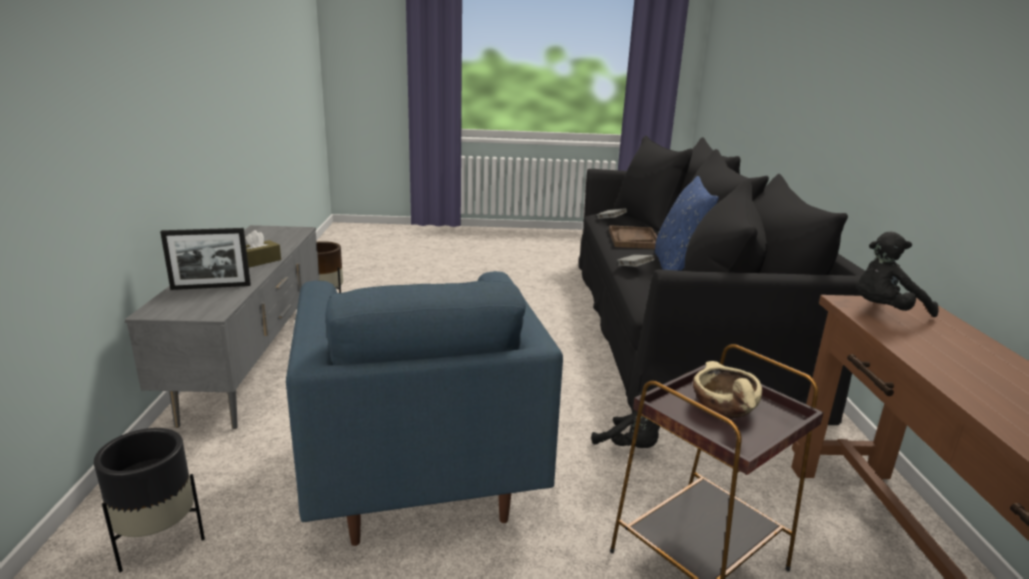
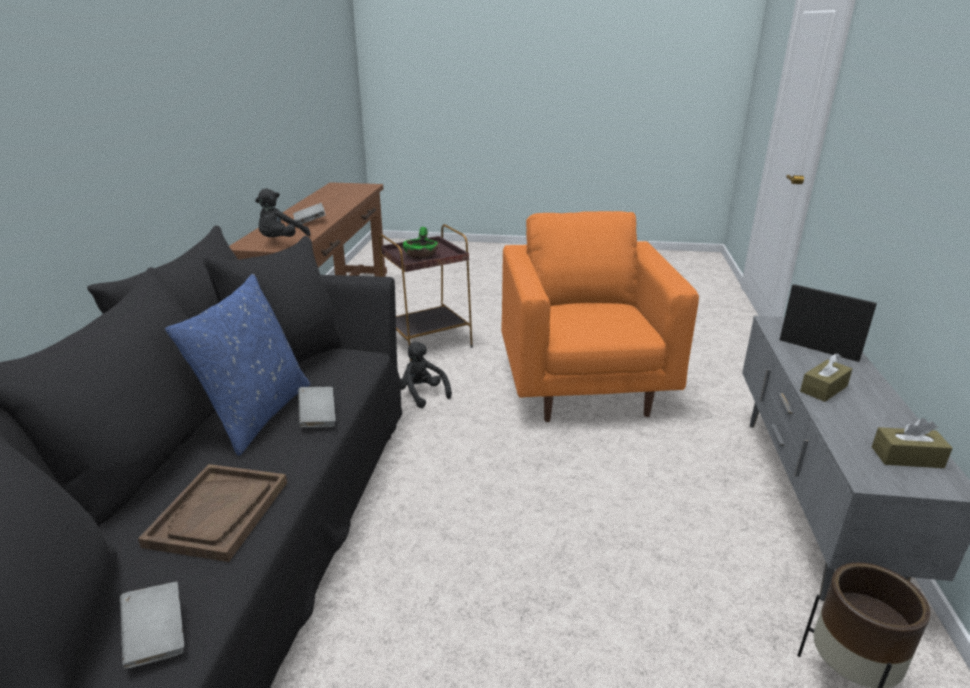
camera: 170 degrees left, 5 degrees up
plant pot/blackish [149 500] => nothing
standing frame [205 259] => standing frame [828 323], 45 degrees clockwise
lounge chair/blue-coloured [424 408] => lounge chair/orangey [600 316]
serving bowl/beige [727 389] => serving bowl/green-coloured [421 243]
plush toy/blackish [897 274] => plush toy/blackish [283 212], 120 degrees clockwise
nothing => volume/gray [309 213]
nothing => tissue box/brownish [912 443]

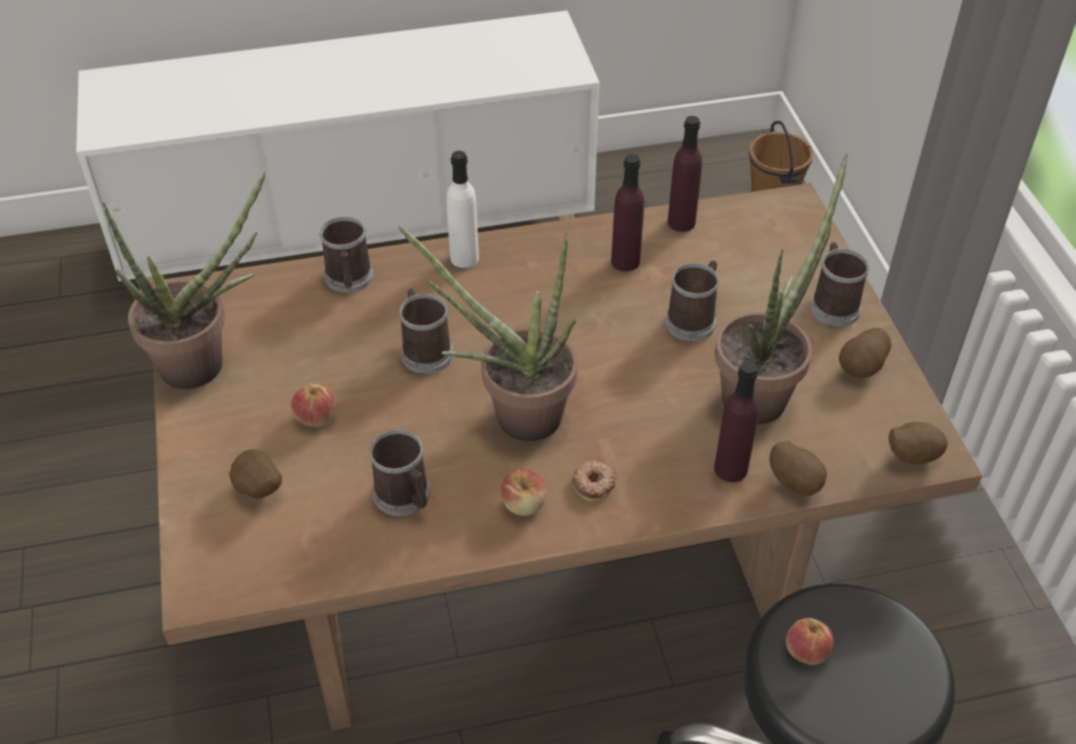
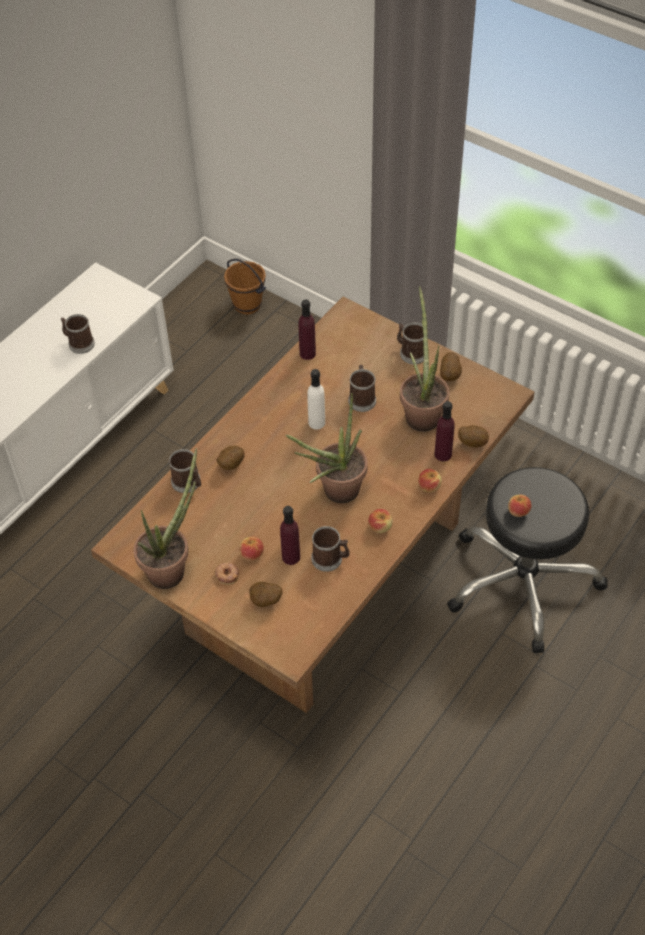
camera: 40 degrees left, 5 degrees up
coffee mug [426 331] => coffee mug [78 334], move
bottle/whitish [462 209] => bottle/whitish [316 399], move
ring doughnut [594 481] => ring doughnut [227 574], move
bottle/purplish [627 212] => bottle/purplish [290 535], move
whole potato [918 443] => whole potato [230 458], move
nothing => apple fruit [430 481]

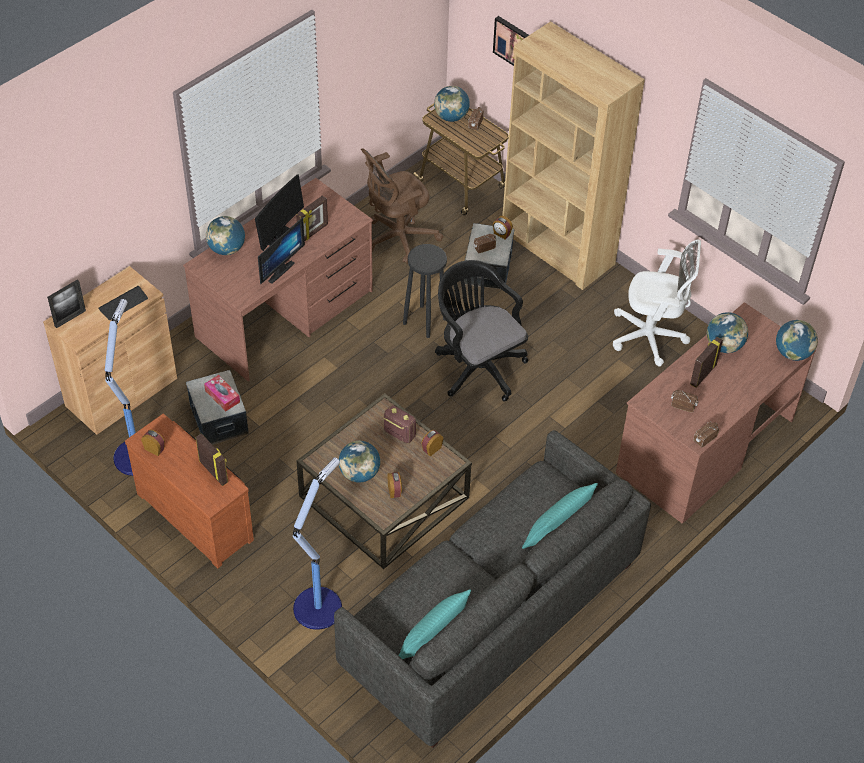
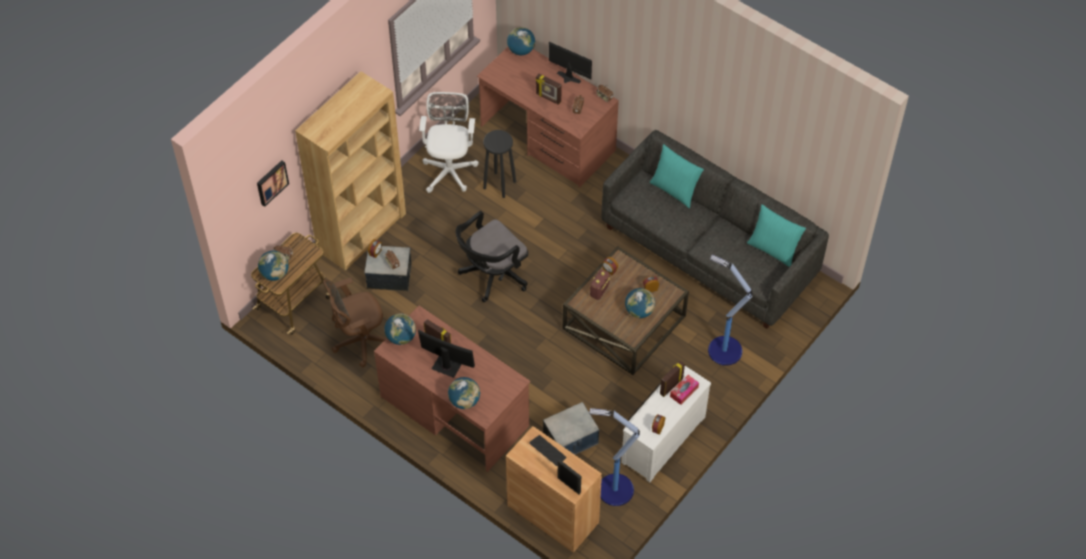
camera: 95 degrees left, 5 degrees up
drawer chest/brownish [189 491] => drawer chest/whitish [666 424]
tissue box [222 393] => tissue box [684 390], move
monitor [281 250] => monitor [570 62], move
office chair/brownish [402 206] => office chair/brownish [354 322], 105 degrees clockwise
stool/blackish [425 291] => stool/blackish [499 164], move
globe [727 332] => globe [400 329], move

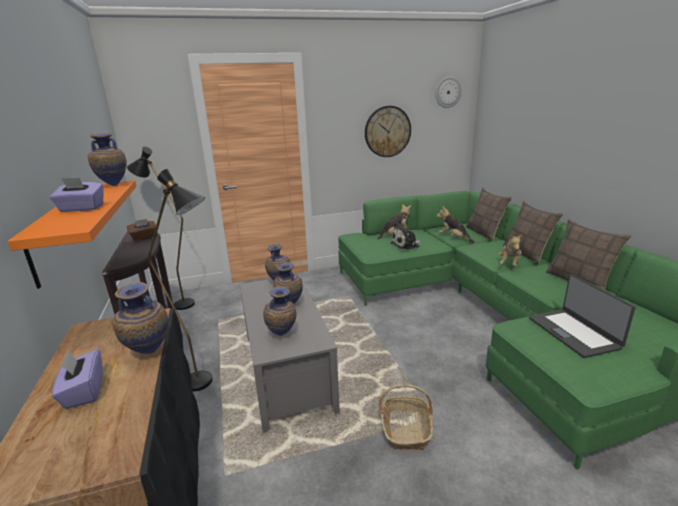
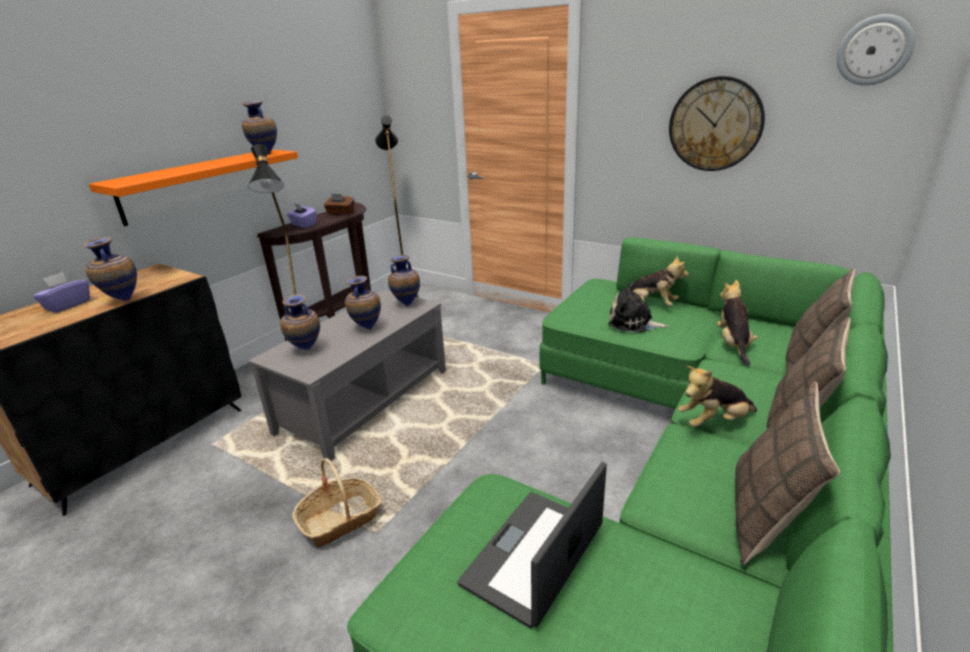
camera: 50 degrees right, 5 degrees up
tissue box/purplish [76 195] => tissue box/purplish [301 215], move

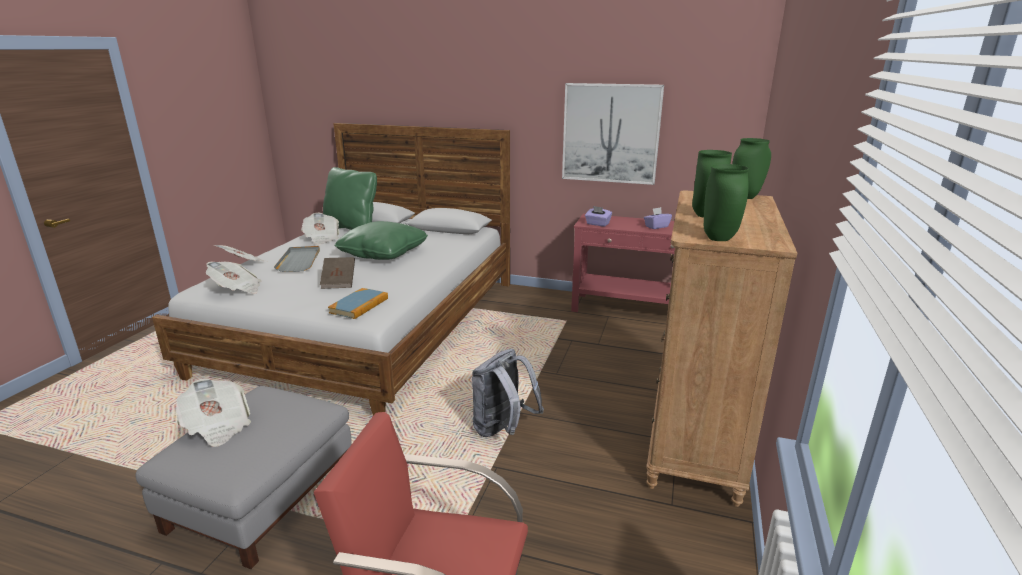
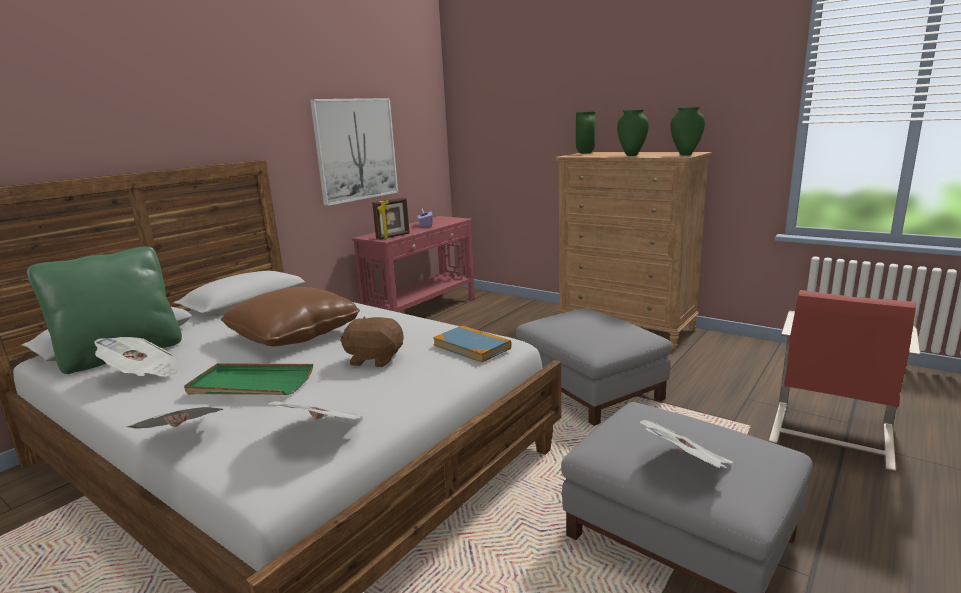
camera: 70 degrees left, 5 degrees down
tray/gray [297 259] => tray/green-coloured [248 379]
volume/brownish [337 273] => plush toy/brownish [372 341]
throw pillow/green-coloured [381 240] => throw pillow/brownish [290 316]
knapsack/gray [508 393] => footrest/gray [594 367]
tissue box/purplish [598 216] => standing frame [391 218]

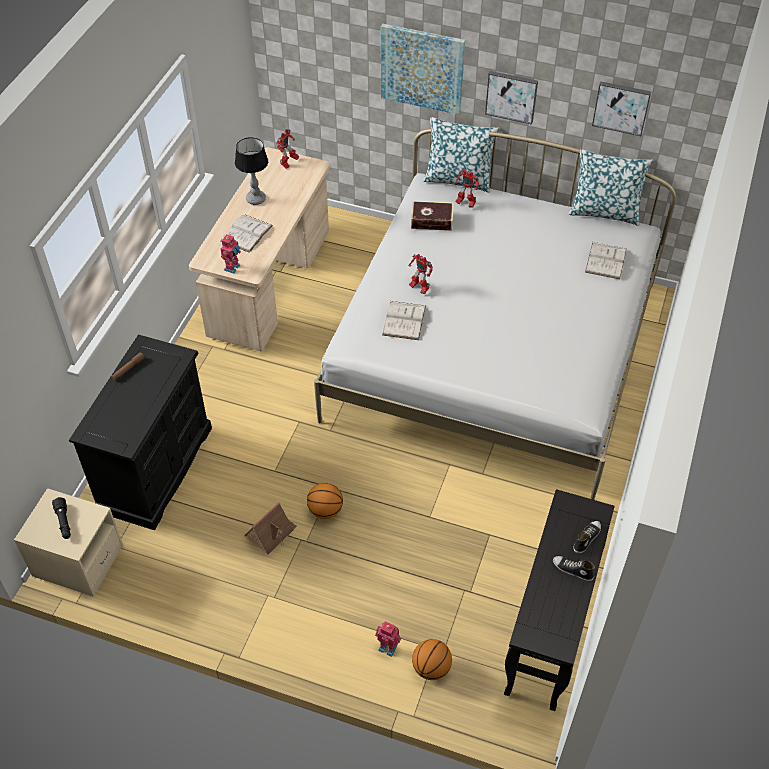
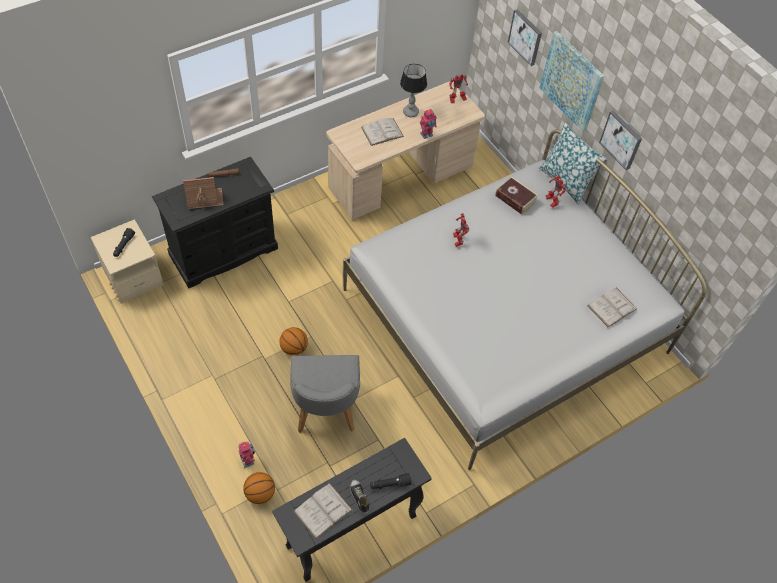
camera: 35 degrees right, 5 degrees up
toy robot [231 254] => toy robot [428 124], move
toy house [270 528] => toy house [203 193], move
volume/whitish [404 320] => volume/whitish [323 511], move
throw pillow [610 187] => nothing
low shoe [587 537] => flashlight/blackish [391 481]
wall art [621 109] => wall art [525 37], move
nothing => plain chair/gray [325 394]

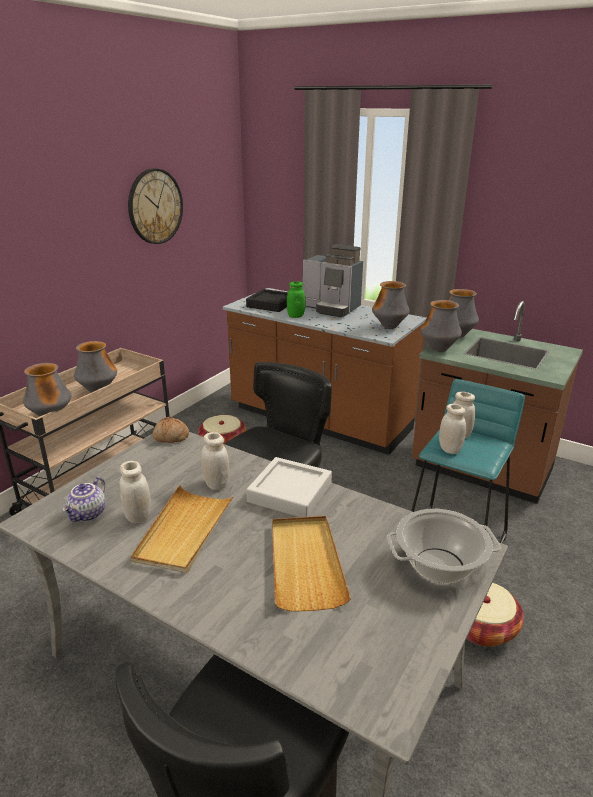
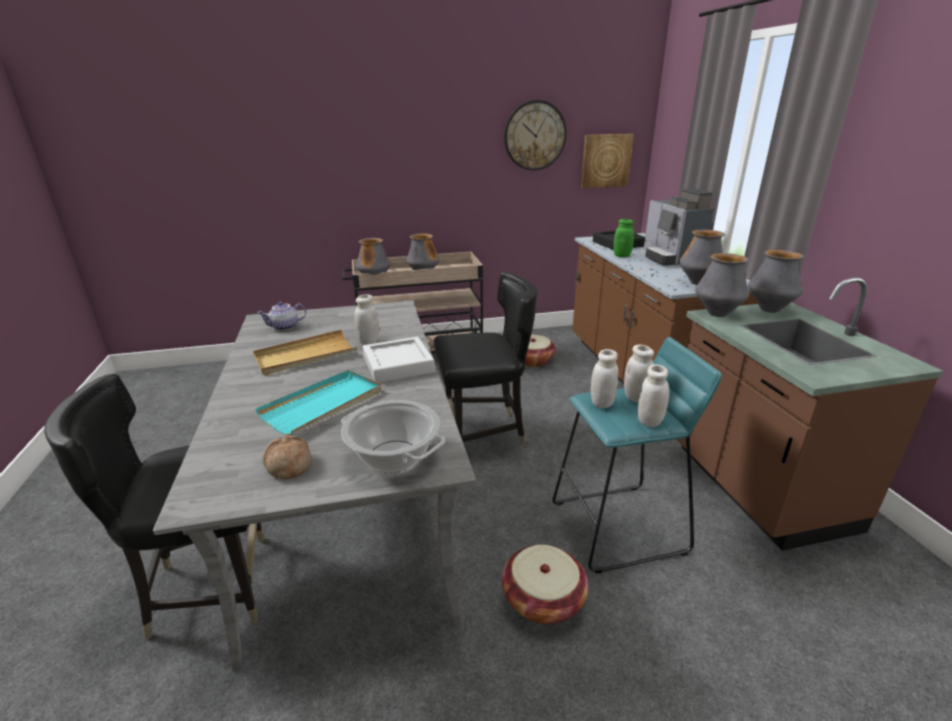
camera: 45 degrees right, 0 degrees up
storage jar/whitish [135 492] => storage jar/whitish [653 396], move
bakery bread [171 429] => bakery bread [287 457], move
tray/beige [311 564] => tray/turquoise [318 402]
nothing => wall art [607 161]

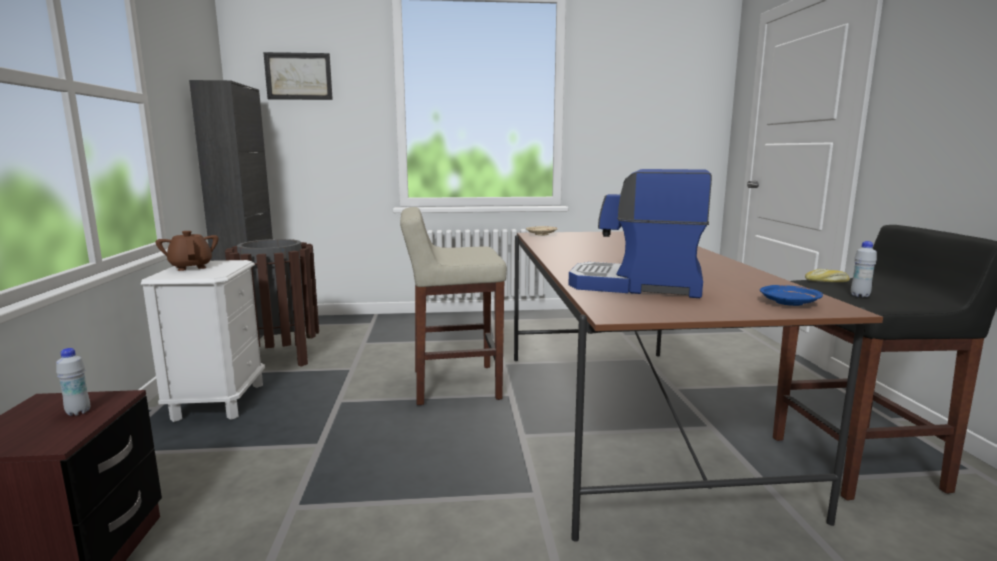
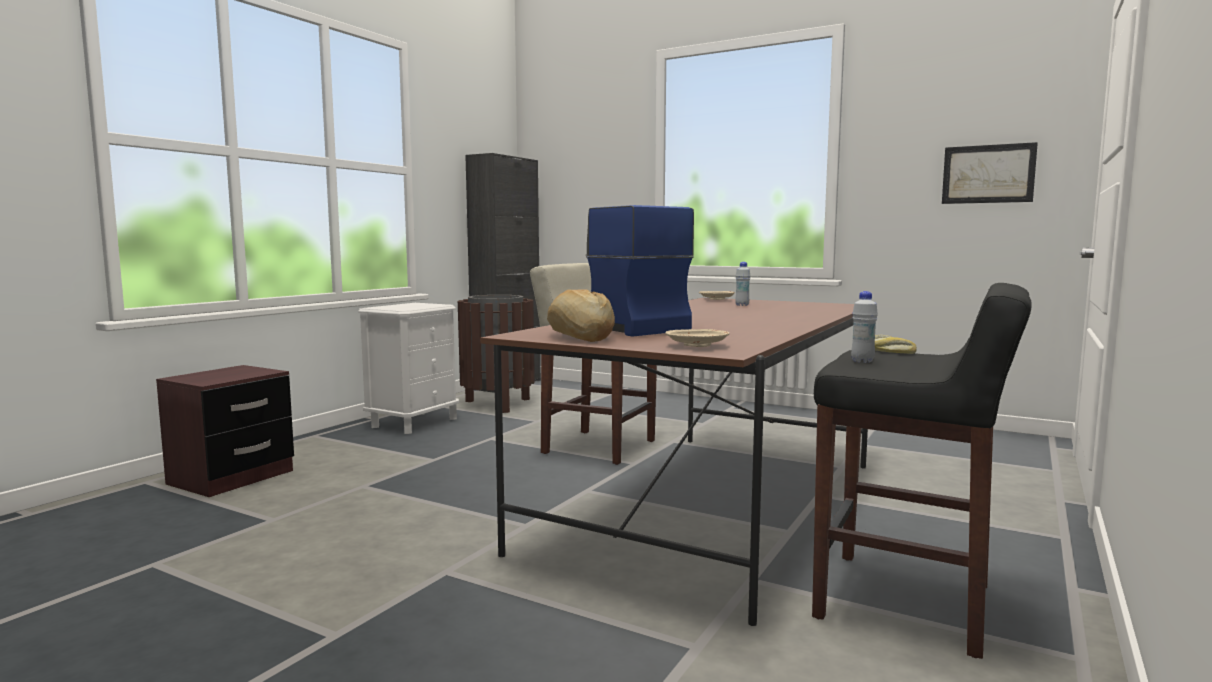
camera: 35 degrees right, 5 degrees down
bottle/whitish [73 382] => bottle/whitish [742 284], move
pot for tea/brownish [186 251] => nothing
wall art [298 76] => wall art [990 173], move
plate/blue-coloured [791 295] => plate/beige [697 338]
nothing => bakery bread [581 315]

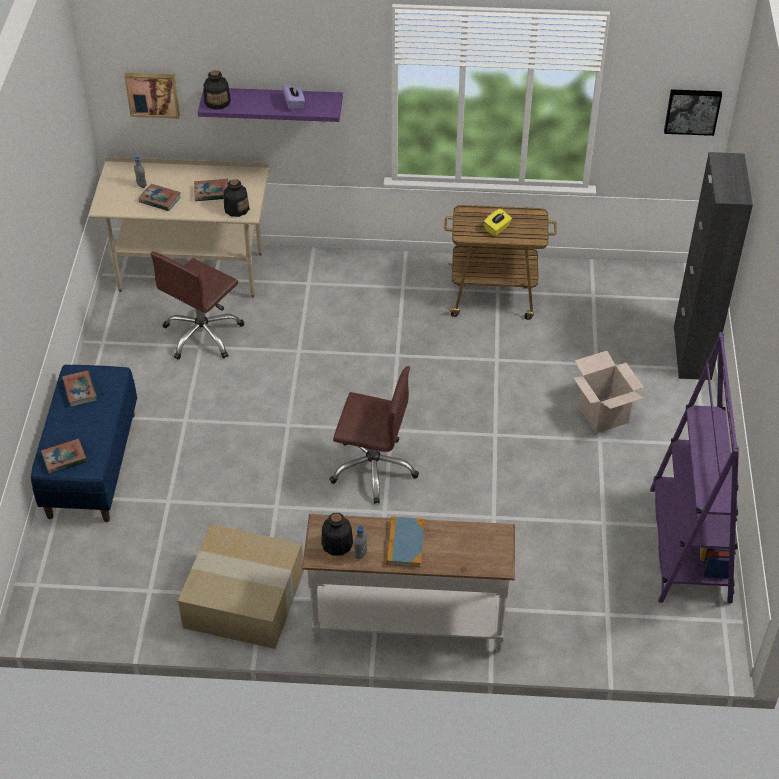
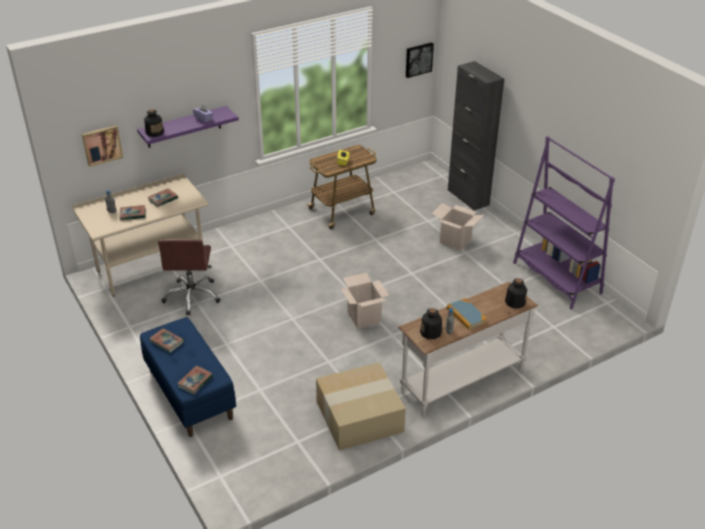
camera: 35 degrees left, 10 degrees down
bottle [236 198] => bottle [516 293], move
office chair/brownish [374 435] => carton [364 300]

